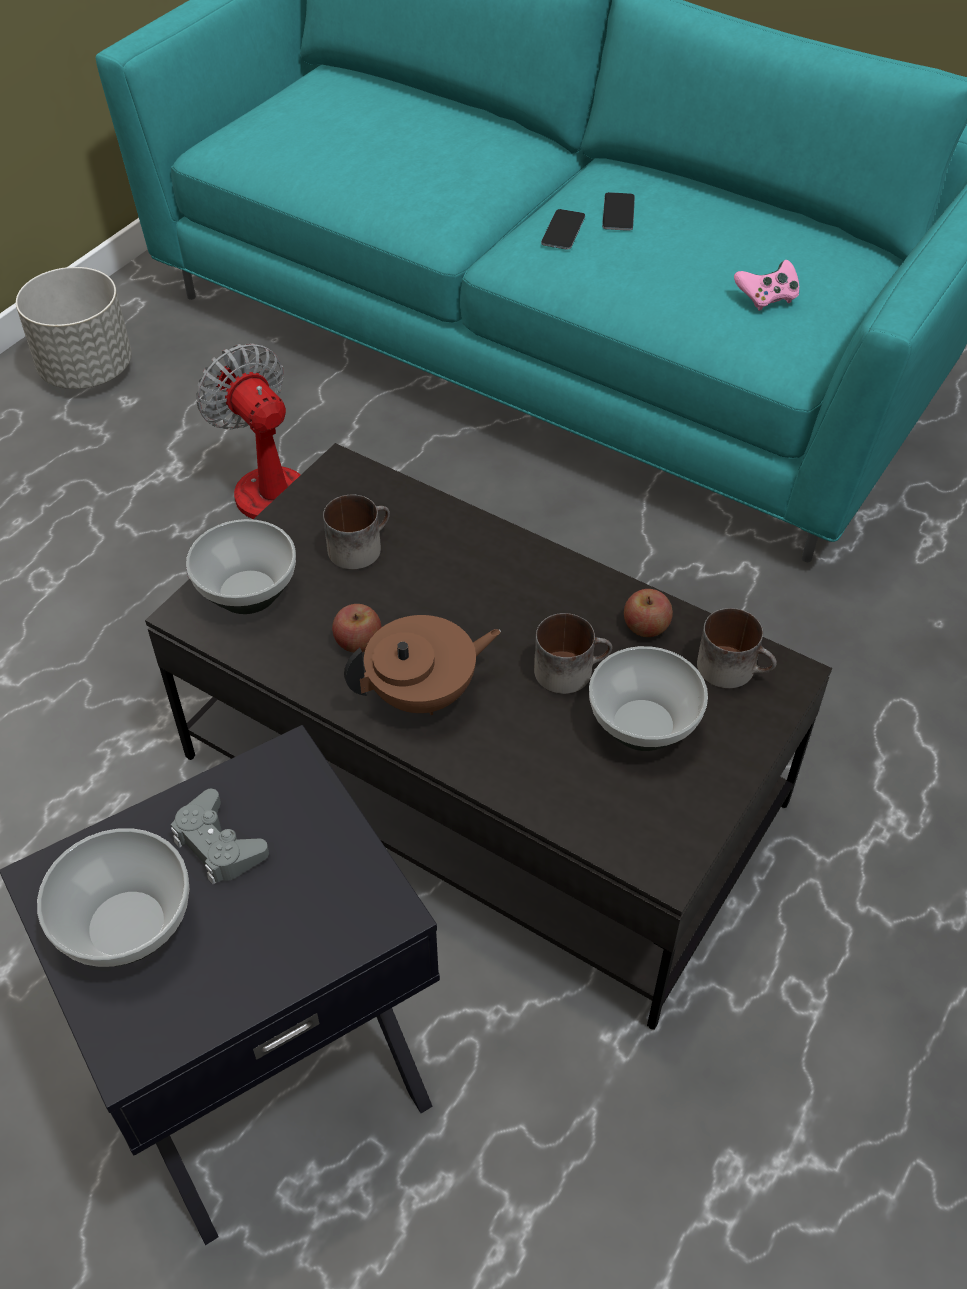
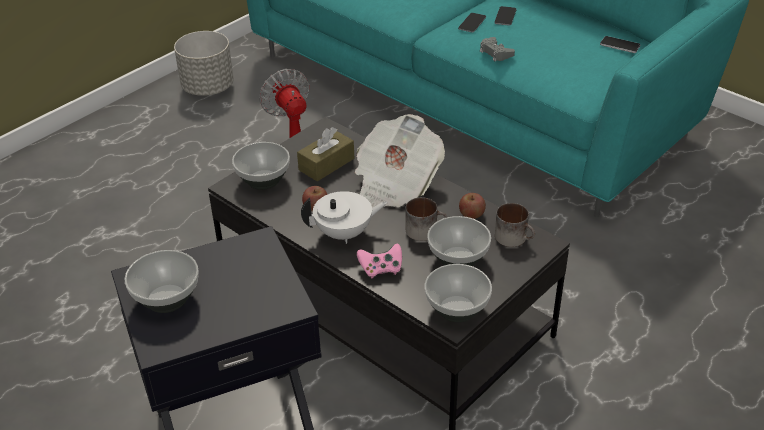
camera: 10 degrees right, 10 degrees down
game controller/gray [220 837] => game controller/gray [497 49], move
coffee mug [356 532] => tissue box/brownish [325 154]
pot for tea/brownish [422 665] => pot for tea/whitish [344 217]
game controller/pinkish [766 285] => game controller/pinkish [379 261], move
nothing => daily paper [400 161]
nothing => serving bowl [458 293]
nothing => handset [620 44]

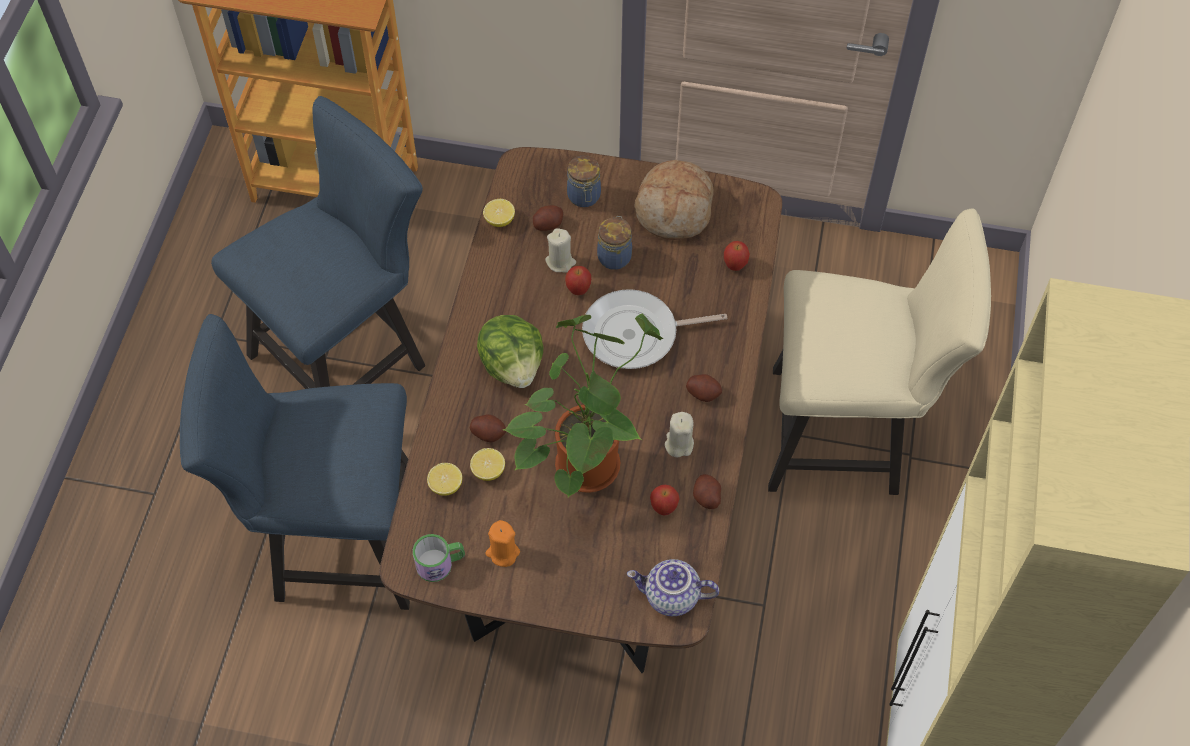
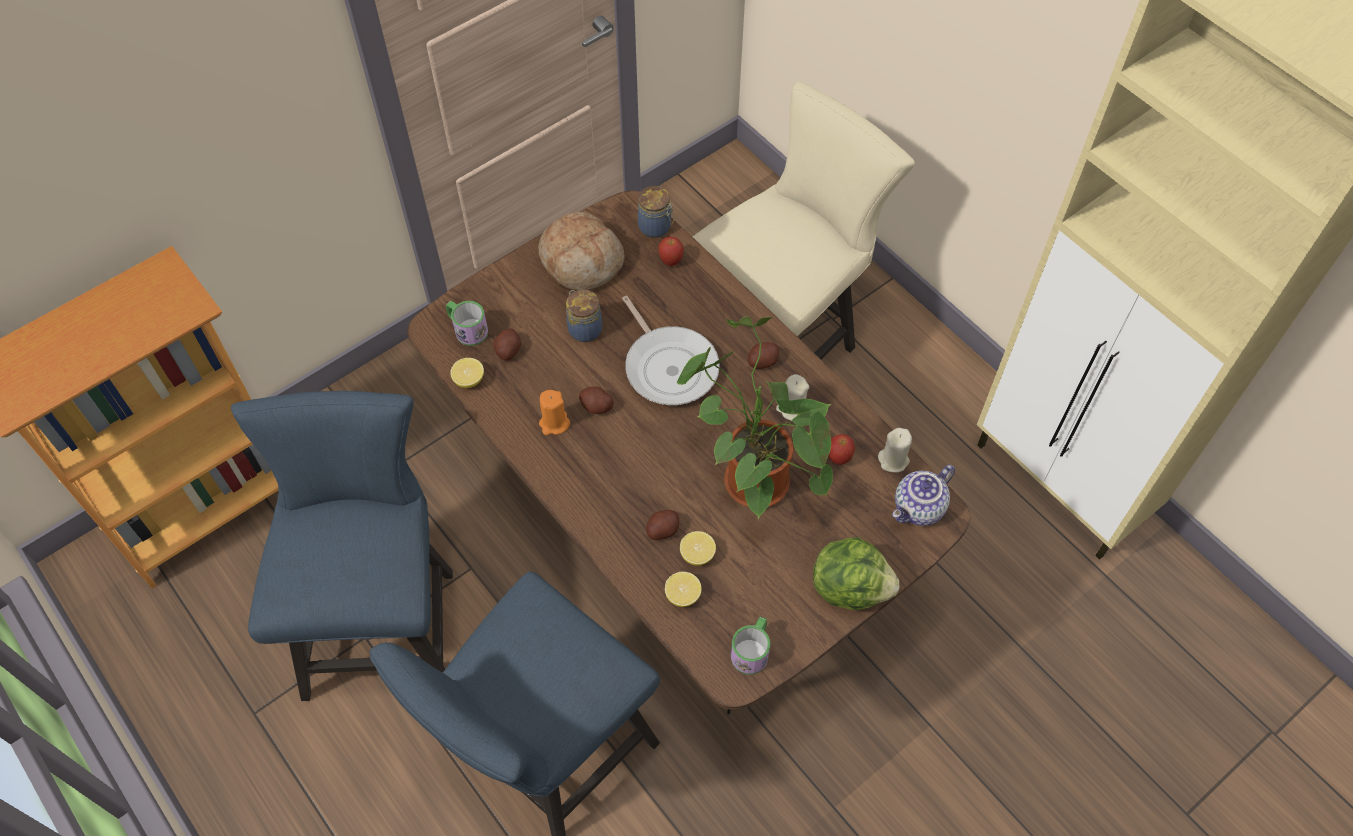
camera: 50 degrees left, 0 degrees up
head of lettuce [510 351] => head of lettuce [856 573], move
candle/orangey [502 543] => candle/orangey [554 412], move
candle/beige [560 250] => candle/beige [895 450], move
apple fruit [578 280] => nothing
storage jar [584 181] => storage jar [656 212], move
pan [654 329] => pan [671 350], 60 degrees counterclockwise
whole potato [707 491] => whole potato [596 400], move
nothing => coffee mug [467 323]

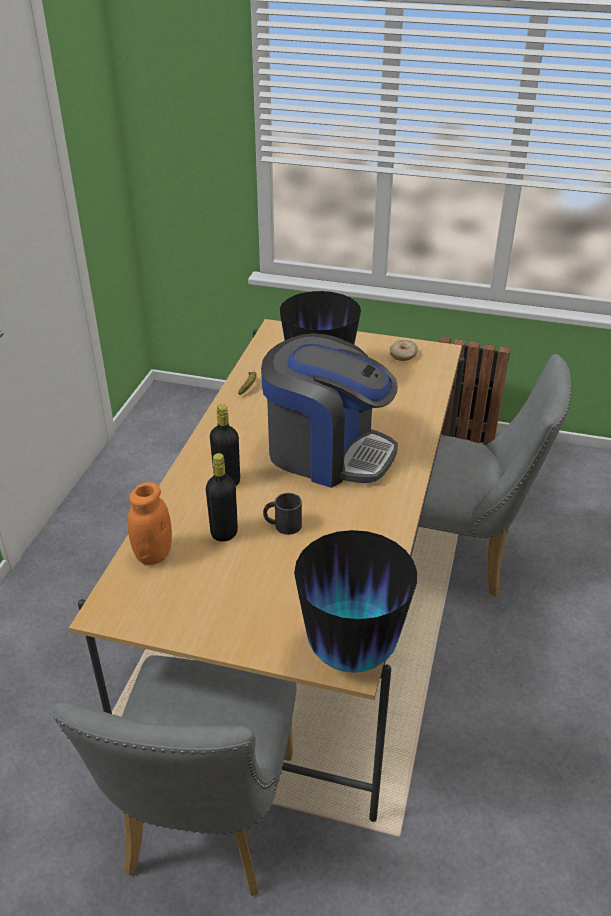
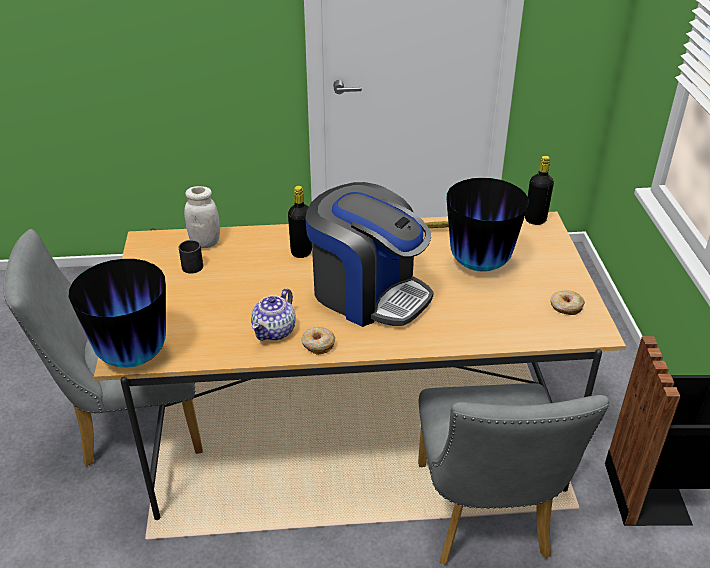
camera: 70 degrees right, 0 degrees up
storage jar/orangey [150 523] => storage jar/whitish [202 217]
bottle/blackish [222 497] => bottle/blackish [539 190], move
coffee machine [329 410] => coffee machine [369 254], 60 degrees counterclockwise
coffee mug/blackish [282 514] => coffee mug/blackish [191 257], move
nothing => pot for tea [273 314]
nothing => ring doughnut [318 341]

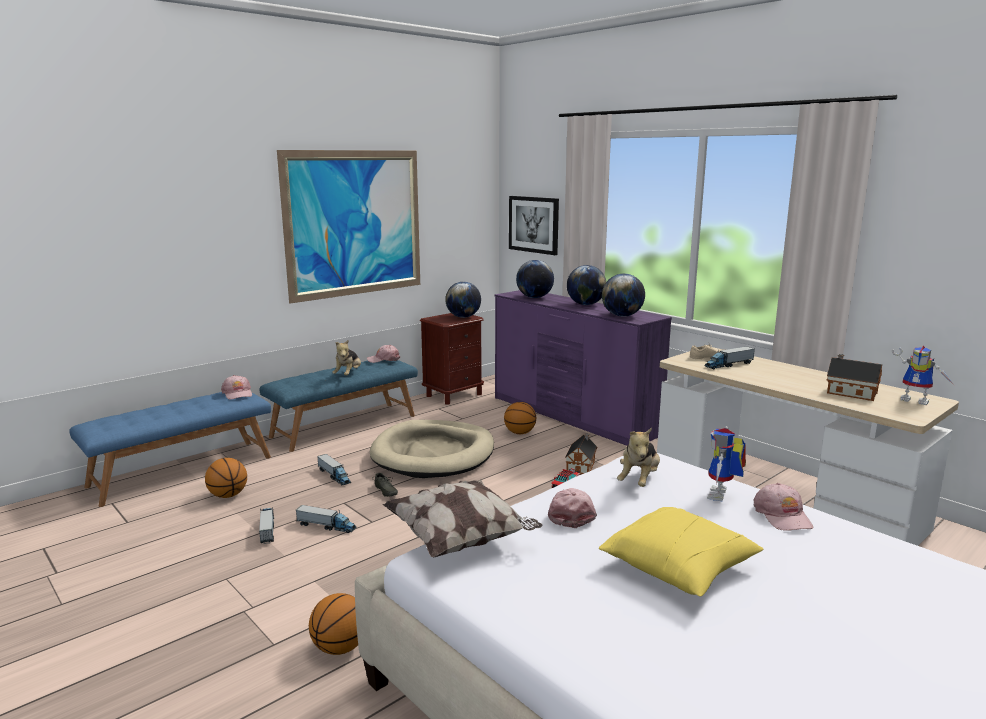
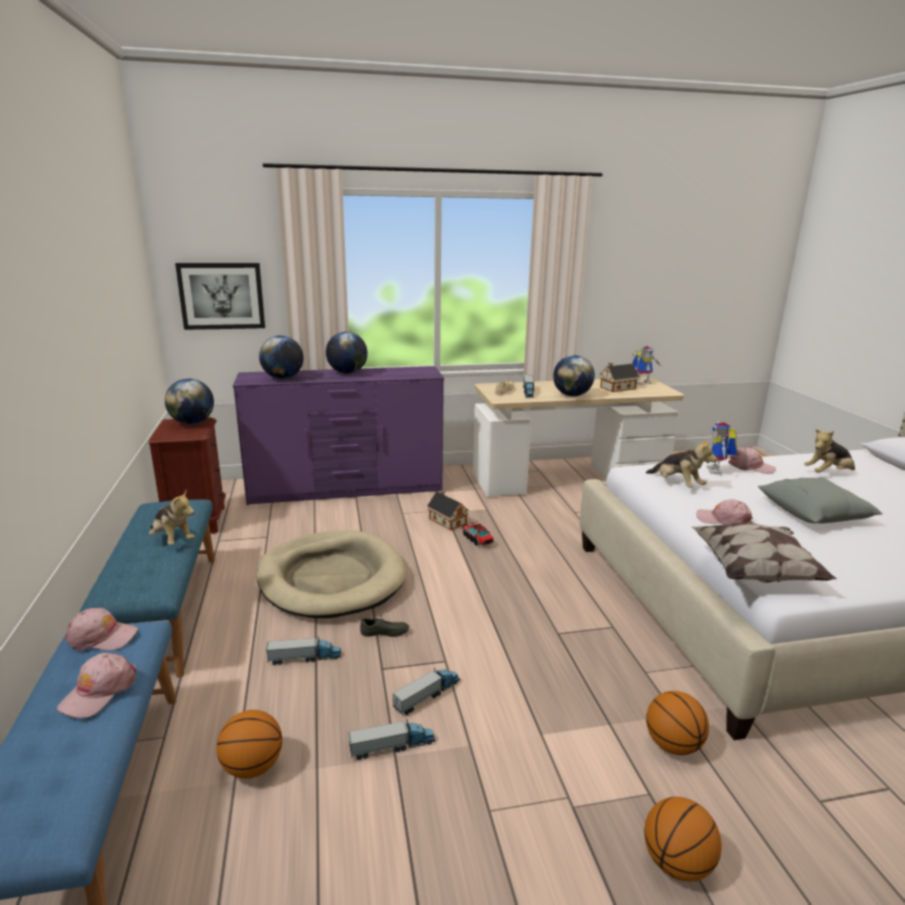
camera: 60 degrees left, 5 degrees up
model truck [266 525] => model truck [391 739], 150 degrees clockwise
wall art [348 227] => nothing
peaked cap/pinkish [383 354] => peaked cap/pinkish [97 685], move
ball for basketball [520 418] => ball for basketball [683 839], move
throw pillow/yellowish [681 552] => throw pillow/gray [820 500]
globe [623 295] => globe [574 375], move
toy robot [726 463] => toy robot [722 447], 45 degrees clockwise
nothing => plush toy [829 451]

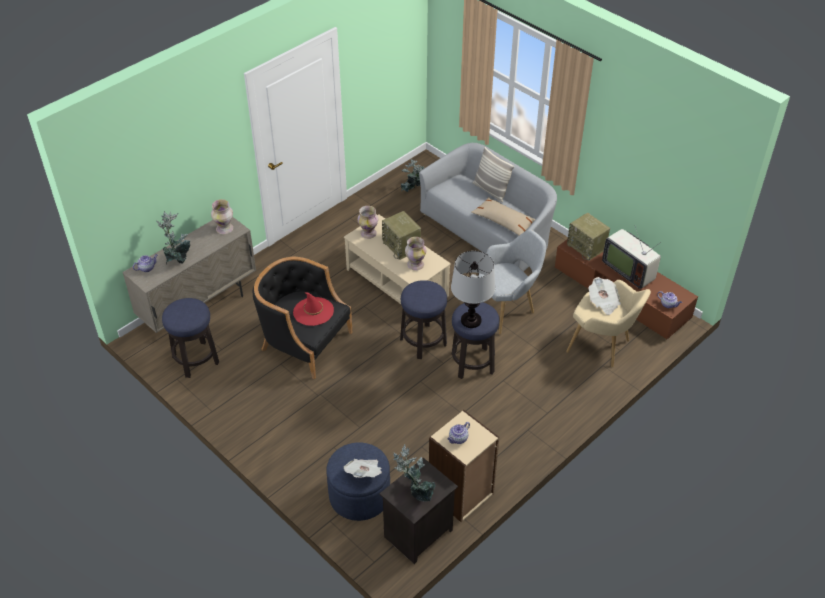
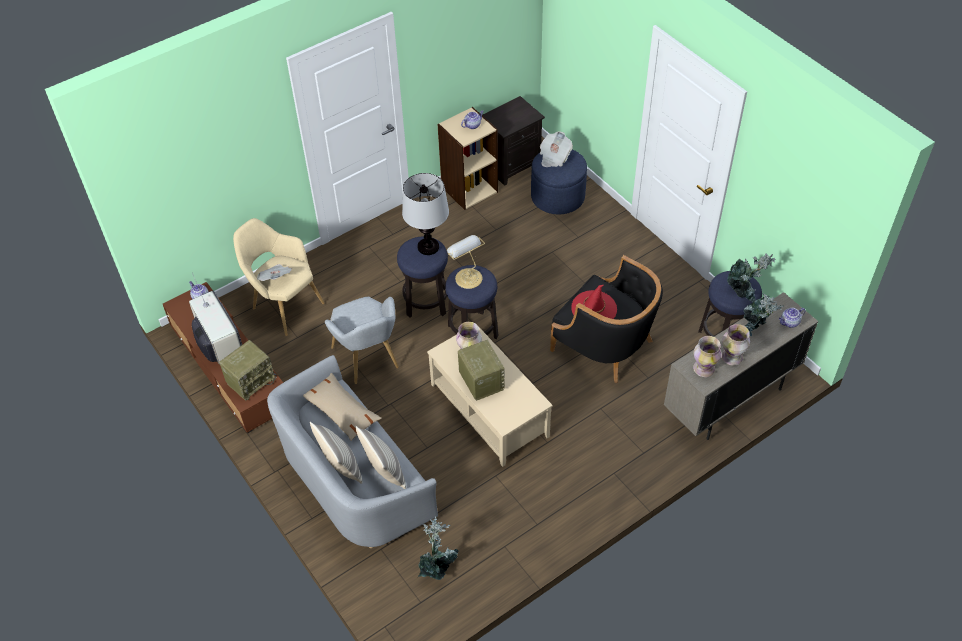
camera: 170 degrees left, 5 degrees up
flower vase [368 222] => flower vase [735 345], move
houseplant [414 473] => houseplant [751 277], move
lounge chair/gray [511 281] => lounge chair/gray [362 340], 90 degrees counterclockwise
radio receiver [588 236] => radio receiver [248 370], 75 degrees clockwise
nothing => throw pillow [380 457]
nothing => tabletop lamp [466 262]

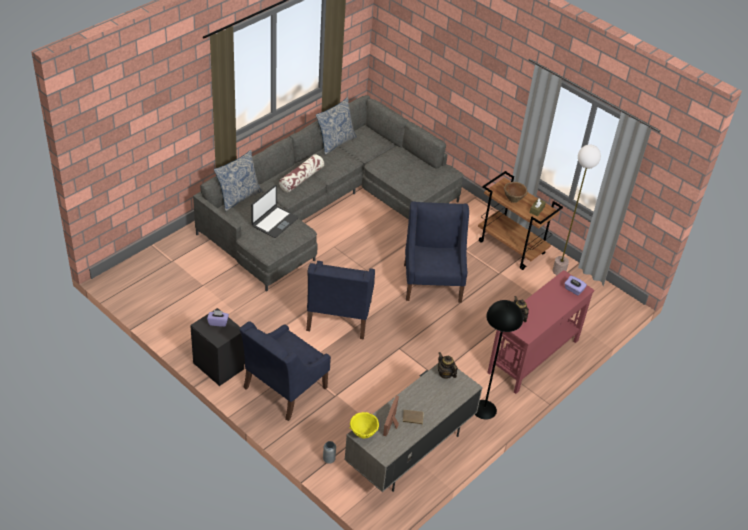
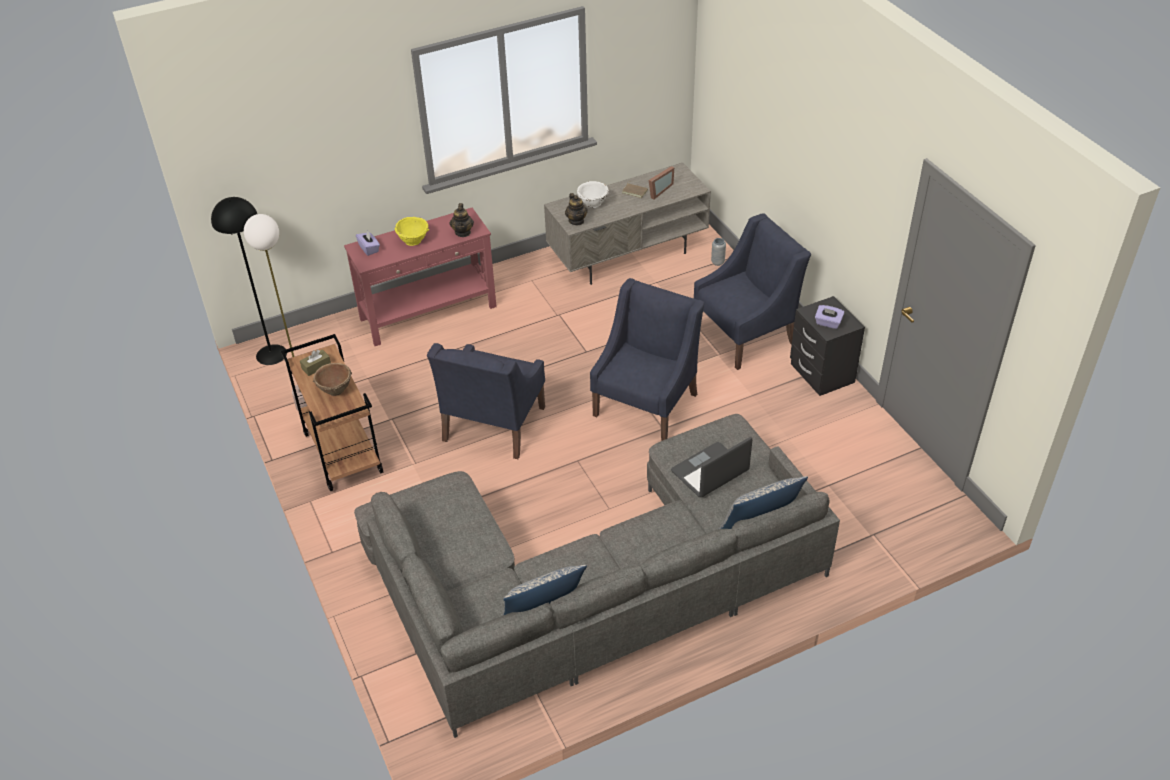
camera: 155 degrees left, 0 degrees up
throw pillow [301 173] => nothing
serving bowl/yellowish [364 425] => serving bowl/yellowish [412 231], move
standing lamp/blackish [499 360] => standing lamp/blackish [249 281], move
nothing => serving bowl/whitish [593 194]

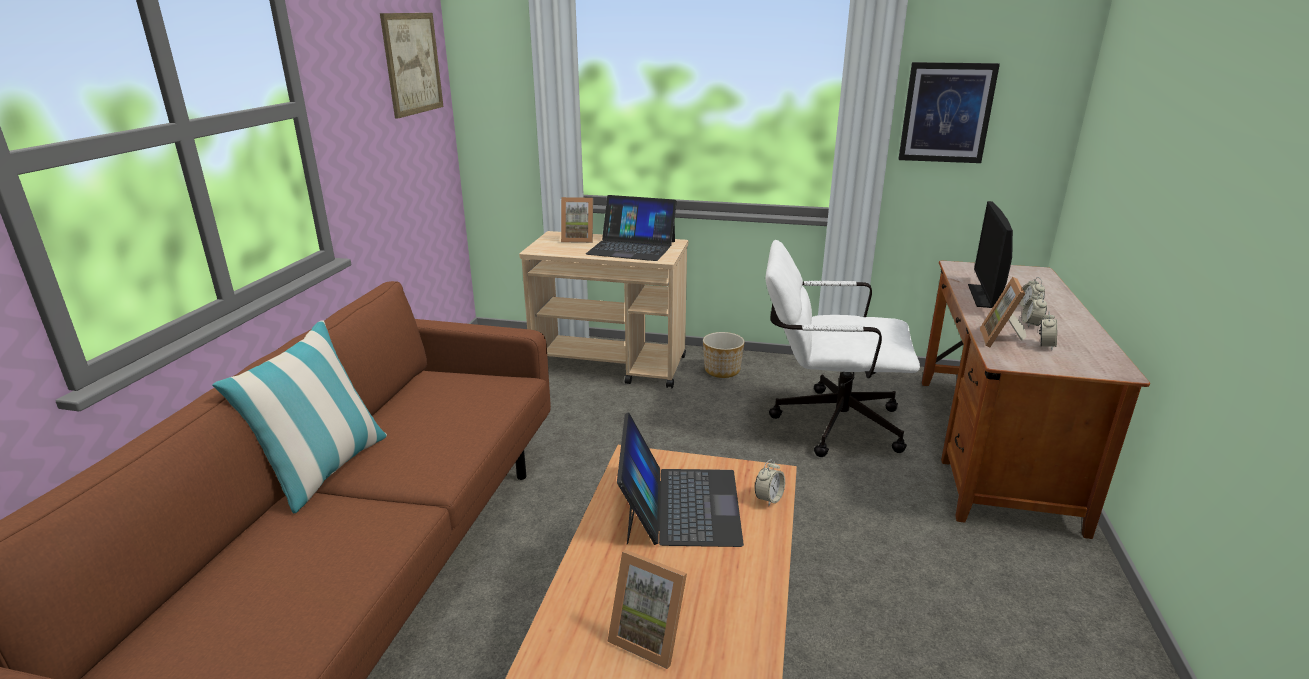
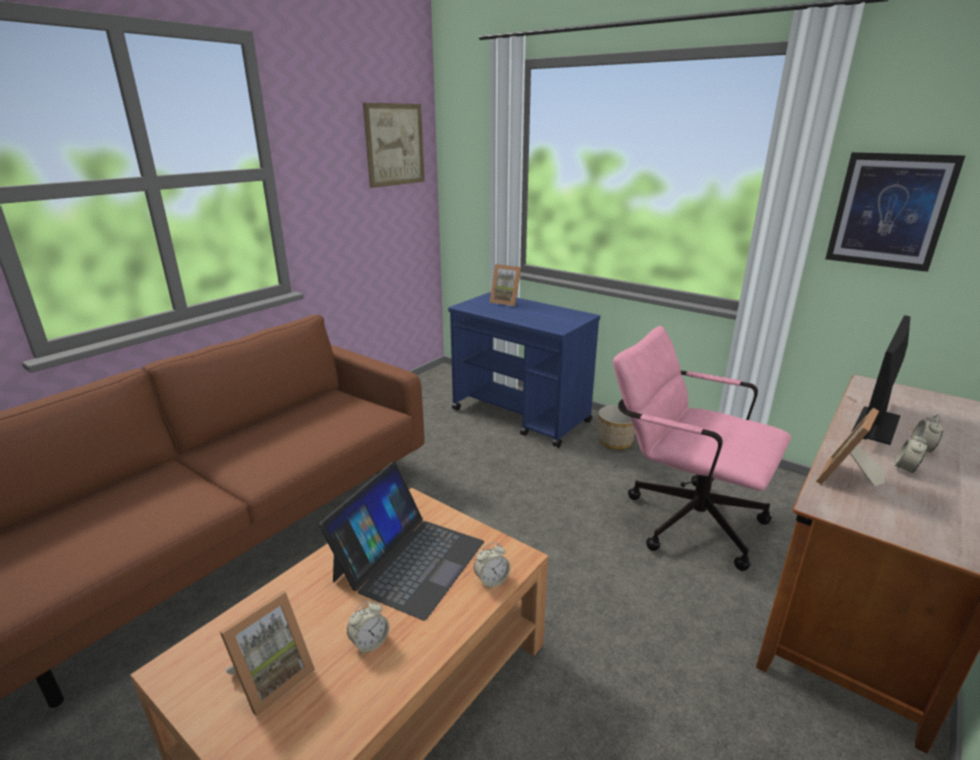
camera: 25 degrees right, 0 degrees up
throw pillow [299 416] => nothing
cart/beige [603 309] => cart/blue-coloured [524 370]
laptop [631 228] => nothing
standing frame [647 609] => standing frame [267 653], 105 degrees counterclockwise
office chair/whitish [843 348] => office chair/pinkish [702 448]
bedside clock [1048 330] => bedside clock [368 627], move

